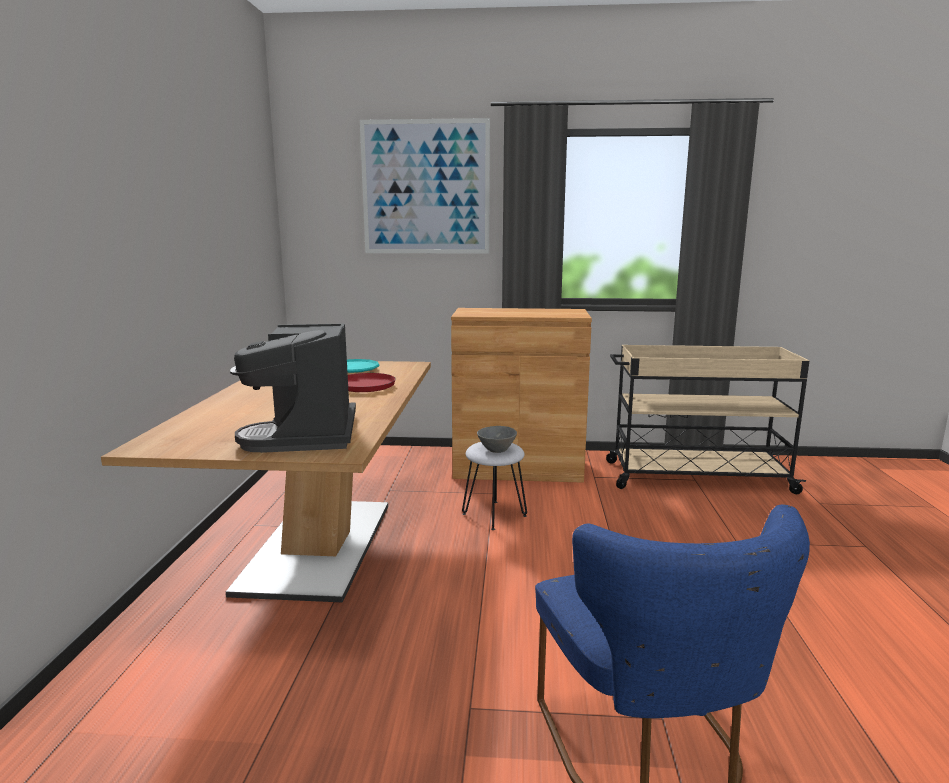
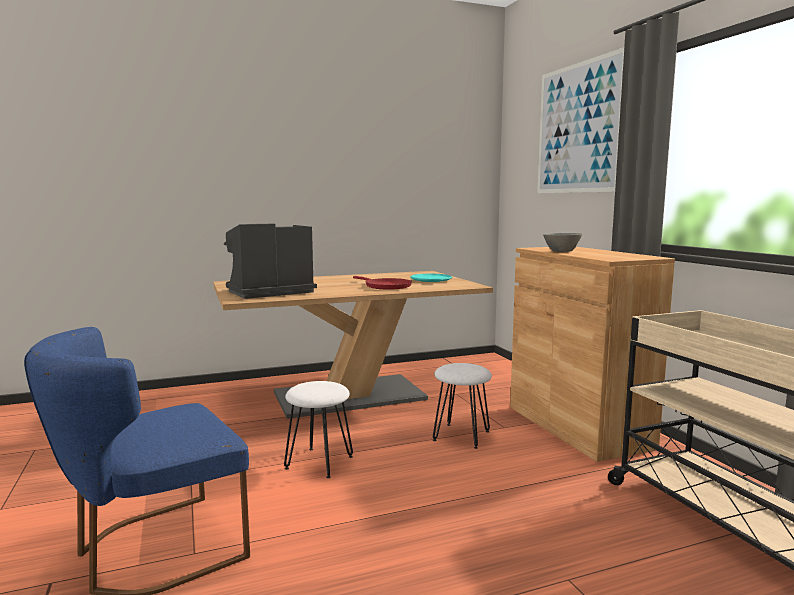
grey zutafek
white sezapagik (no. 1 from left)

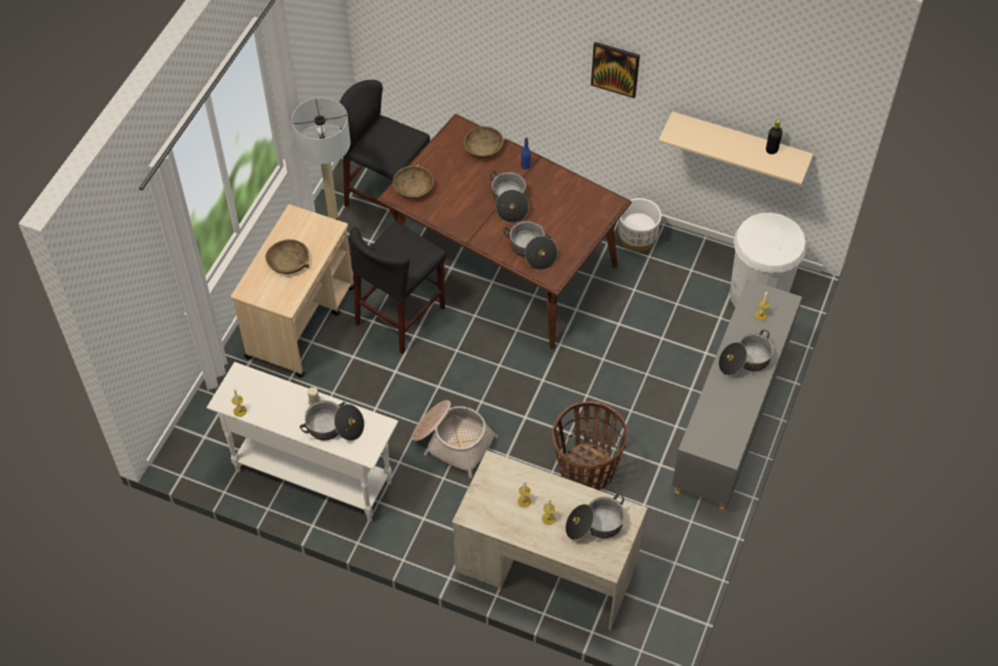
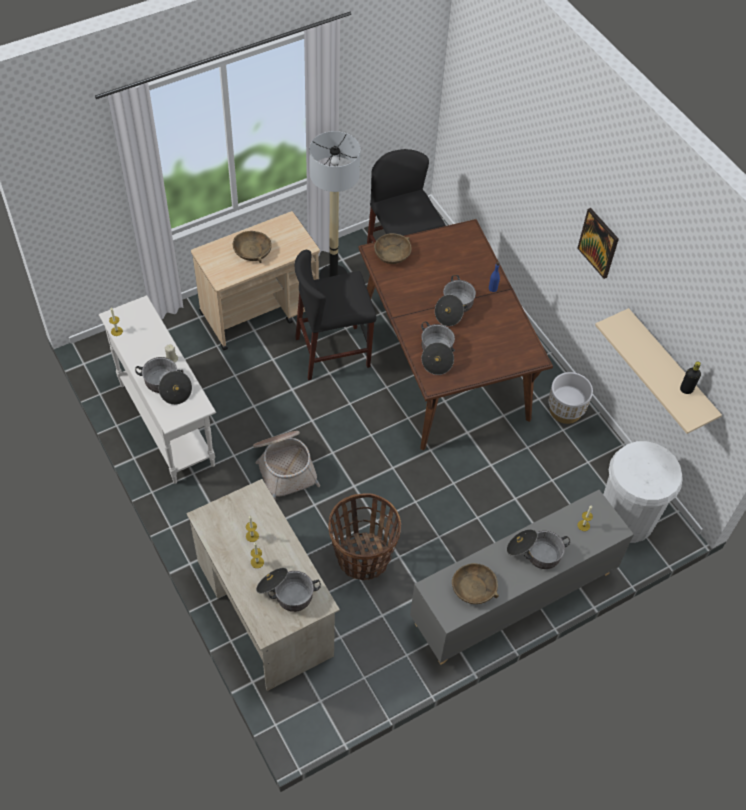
brown zutafek (no. 3 from left)

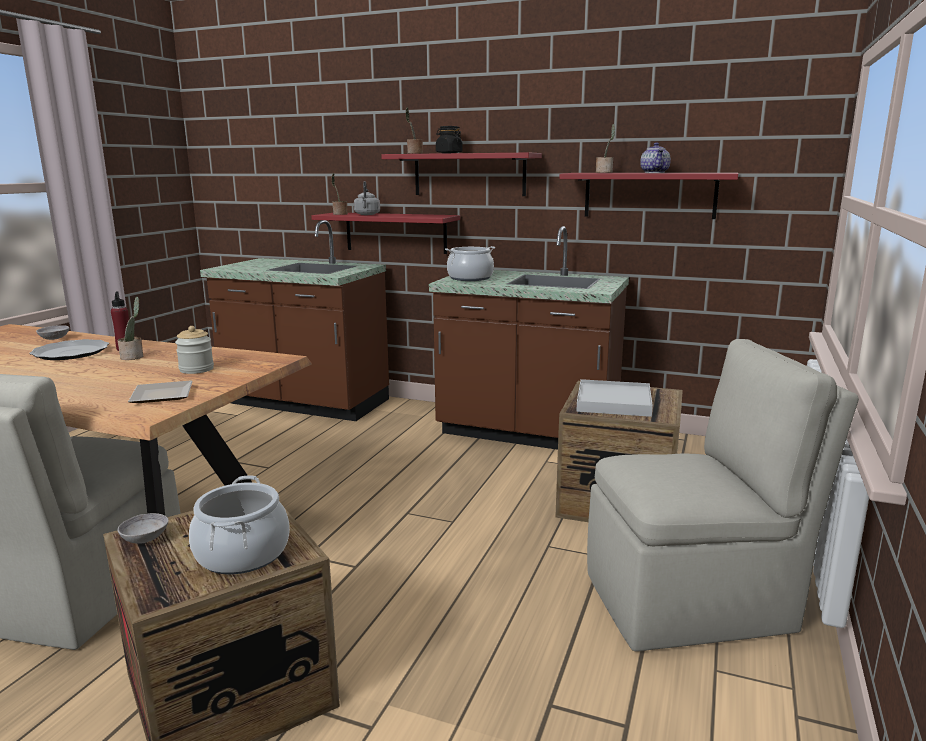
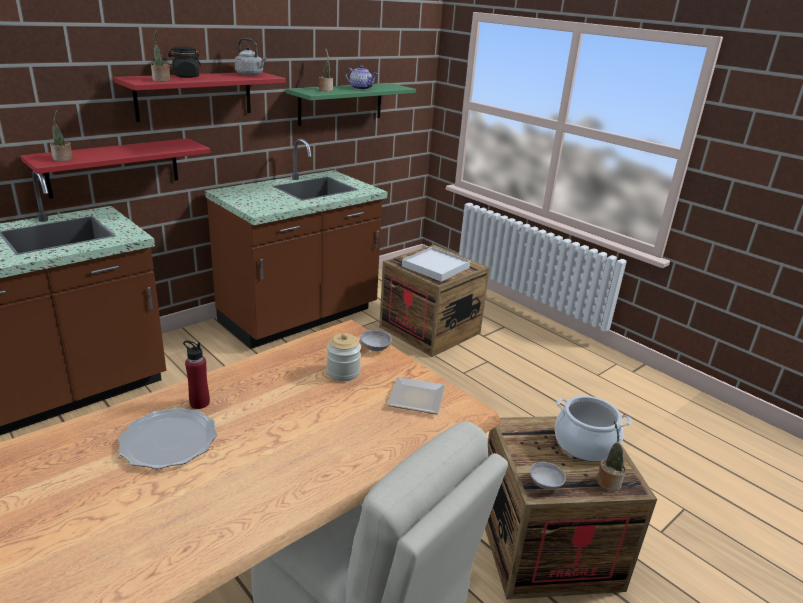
grey zutafek (no. 1 from left)
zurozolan (no. 4 from left)
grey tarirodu
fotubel (no. 2 from left in the first image)
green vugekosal
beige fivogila (no. 2 from left in the first image)

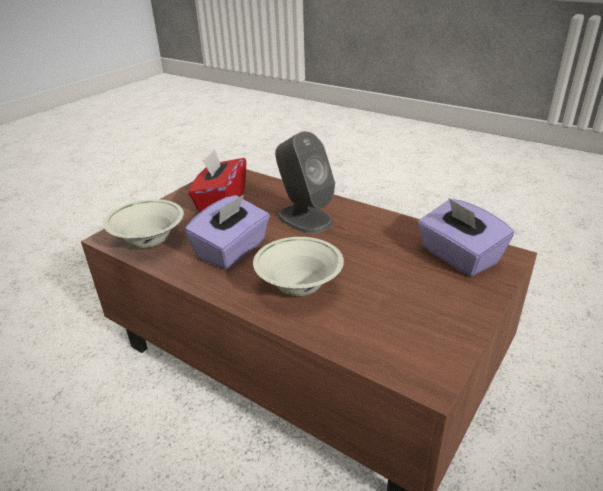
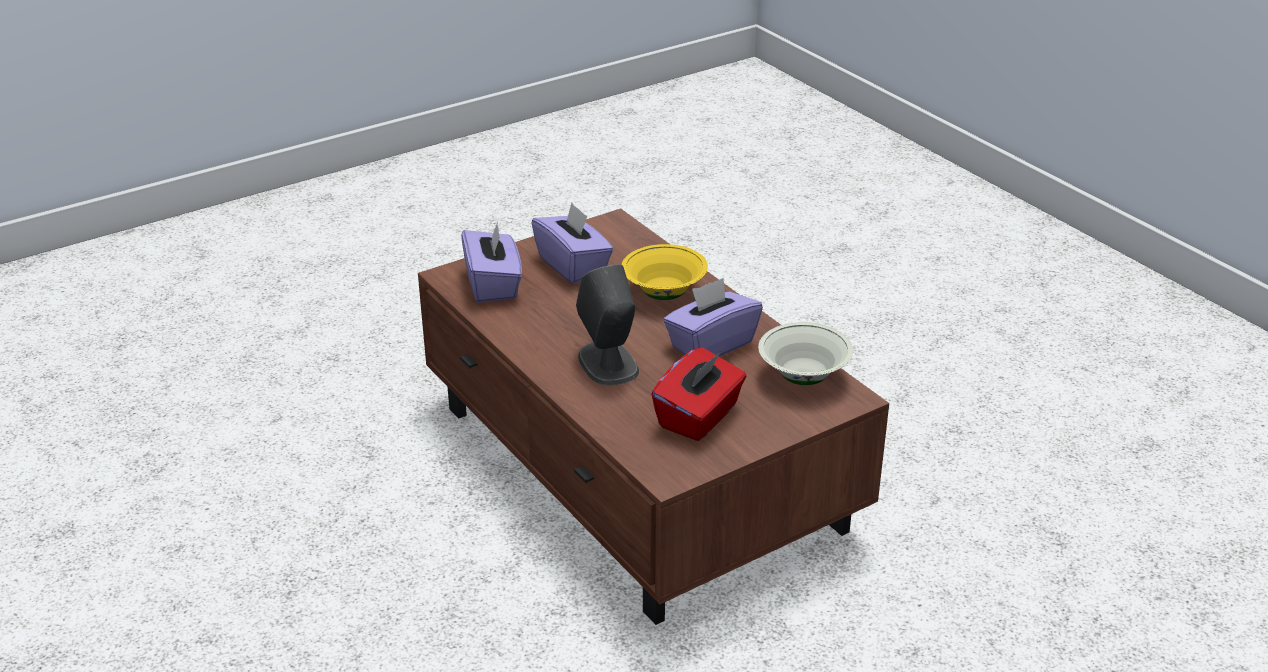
yellow zutafek
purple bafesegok (no. 2 from left)

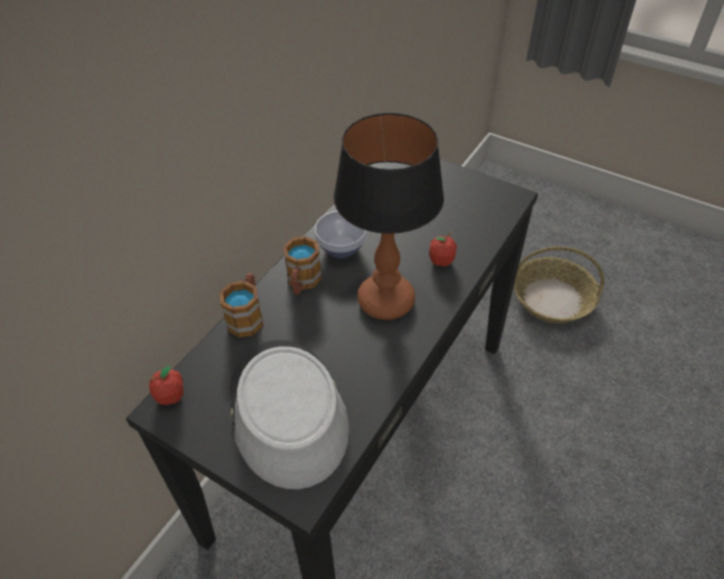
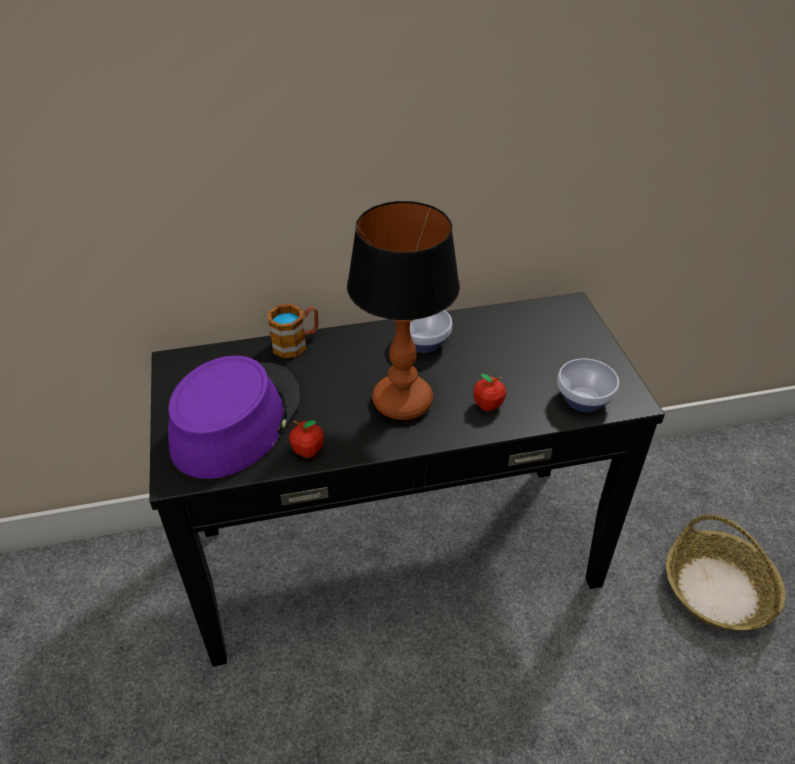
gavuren (no. 1 from left)
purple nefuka
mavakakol (no. 2 from left in the first image)
zutafek (no. 2 from left)

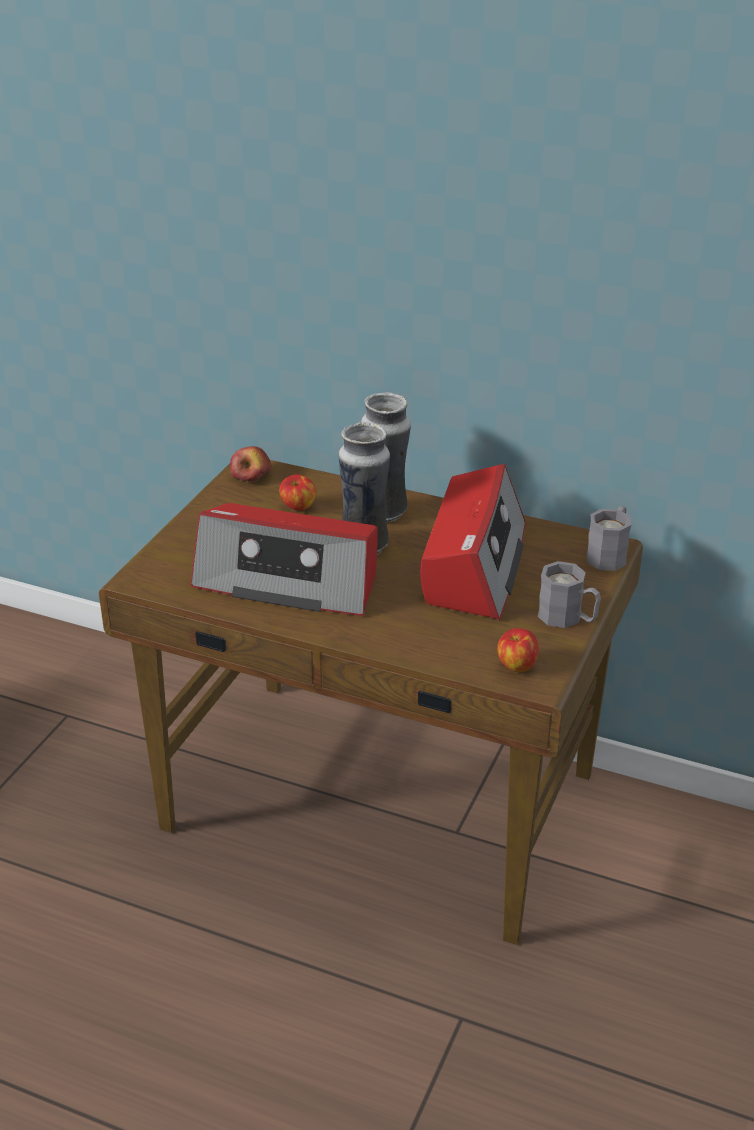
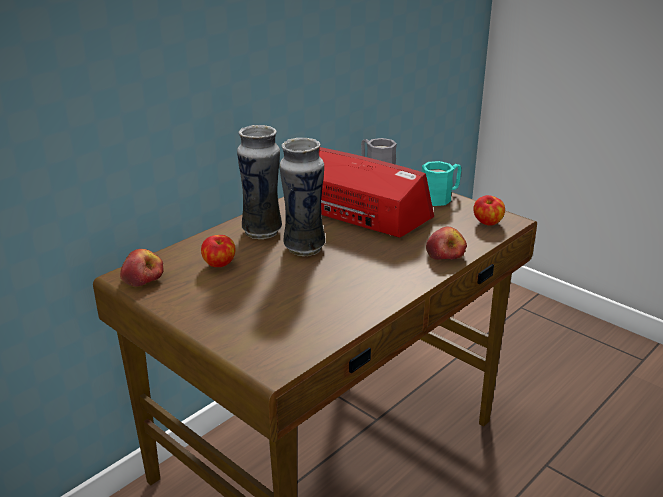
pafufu (no. 1 from left in the first image)
turquoise mavakakol
gavuren (no. 3 from left)

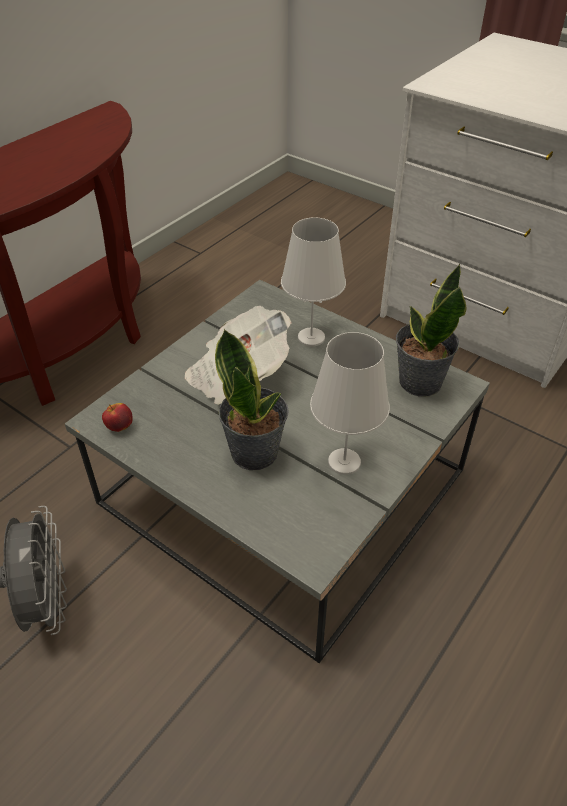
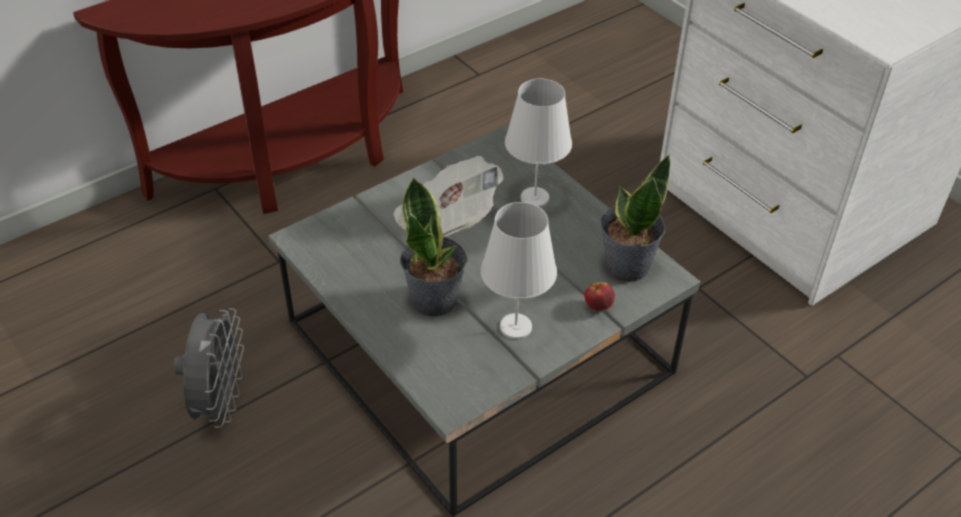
gavuren

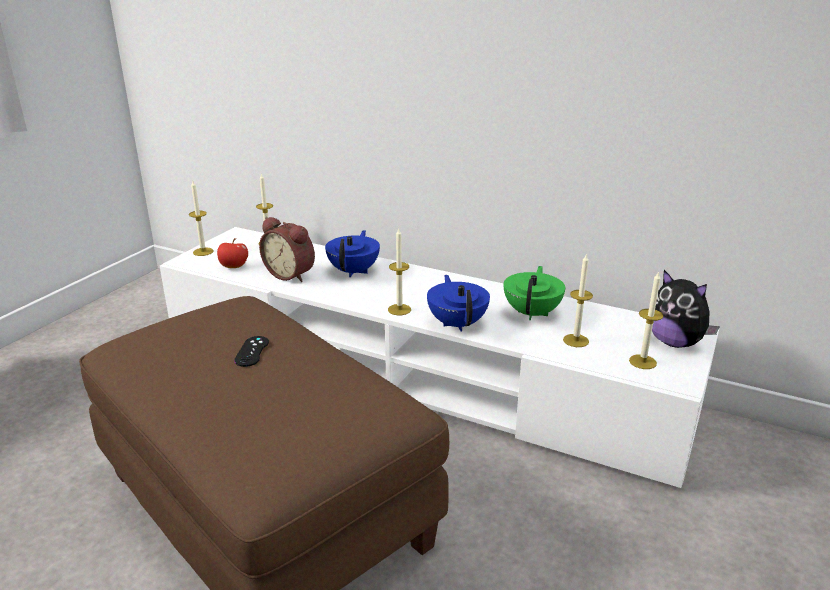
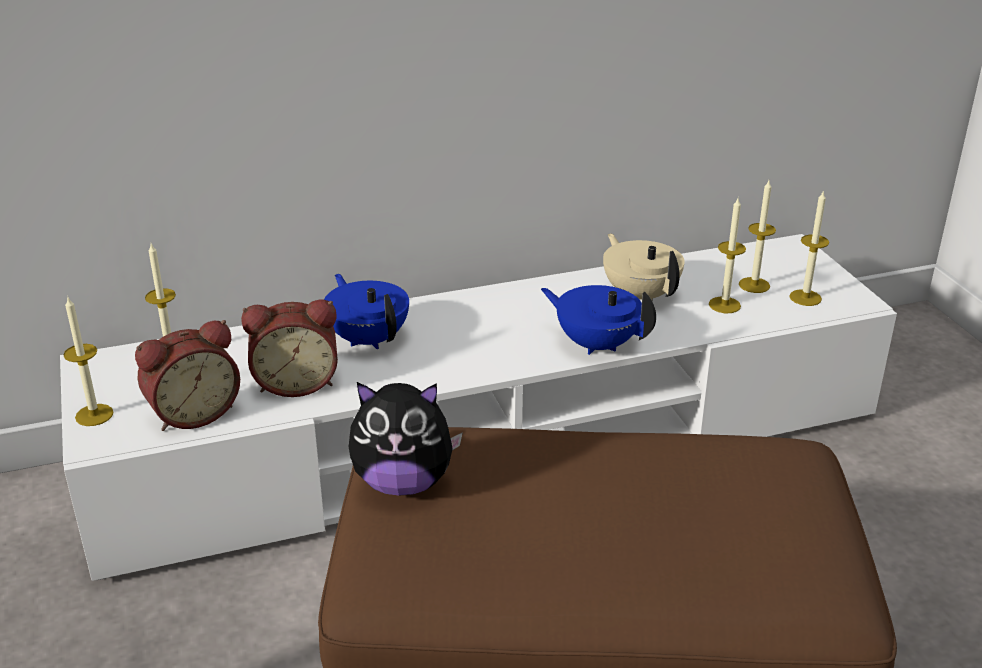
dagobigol (no. 1 from left)
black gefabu
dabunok (no. 4 from left)
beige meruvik
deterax

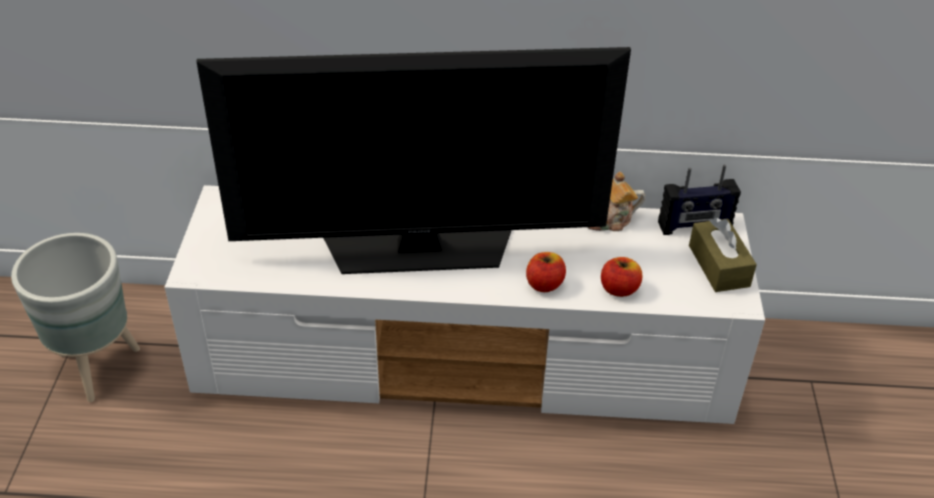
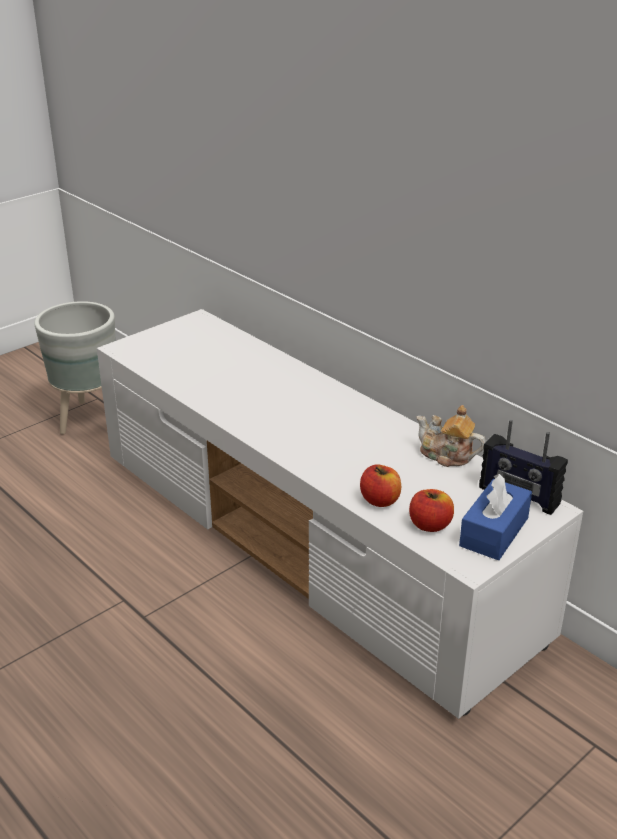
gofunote
gavuren (no. 2 from left)
blue bafesegok

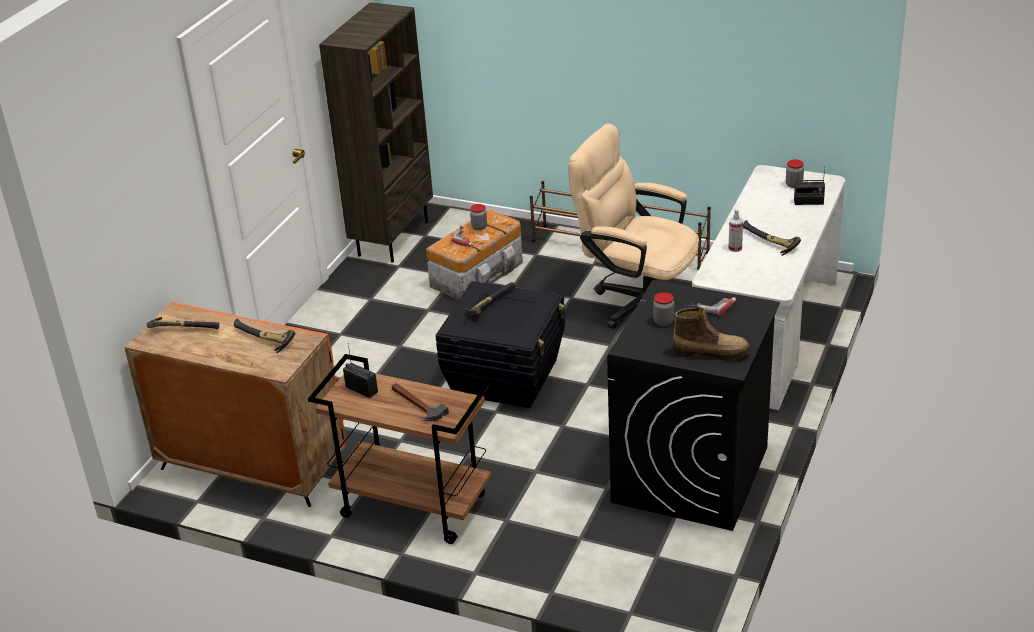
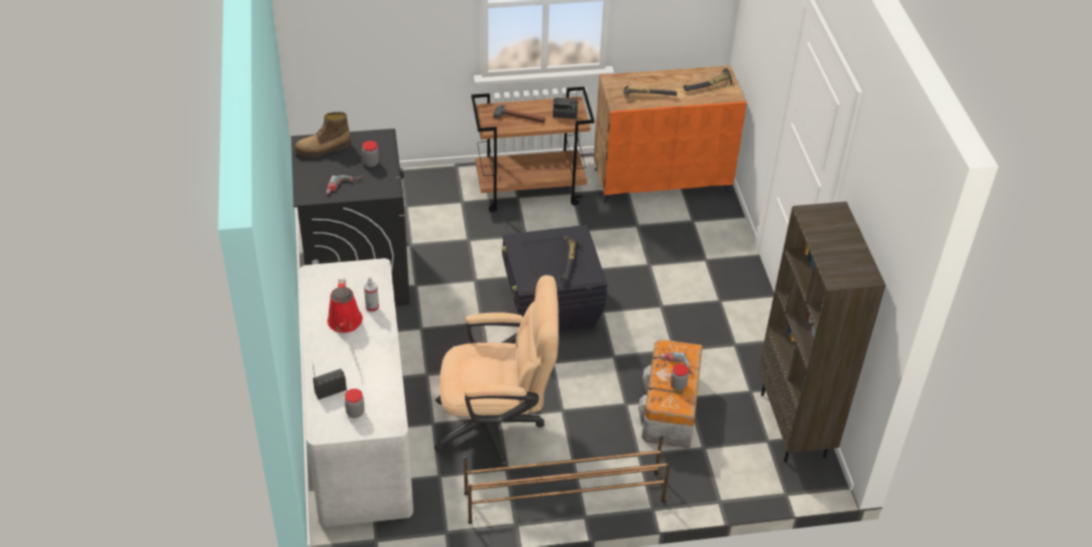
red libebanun

